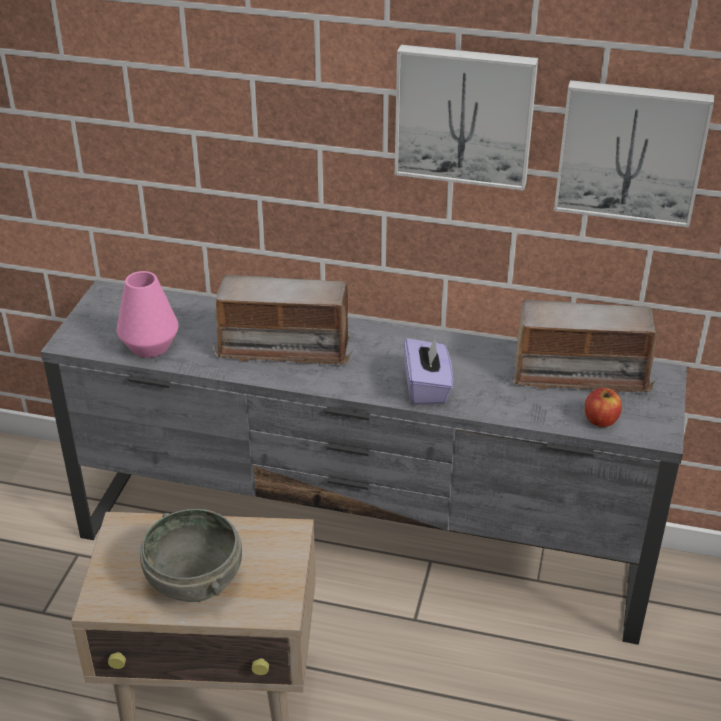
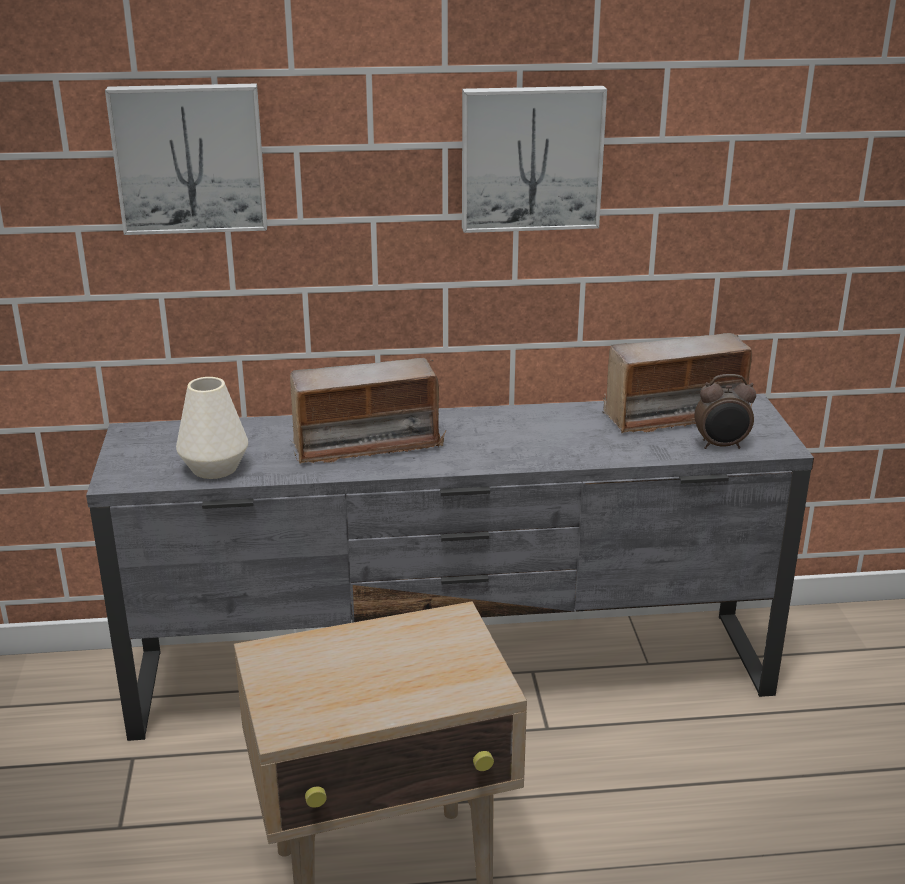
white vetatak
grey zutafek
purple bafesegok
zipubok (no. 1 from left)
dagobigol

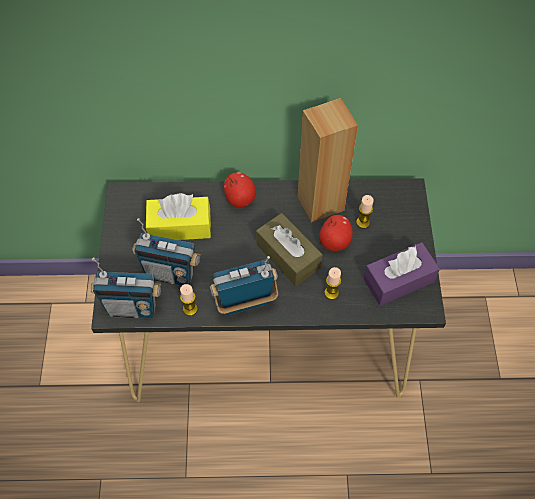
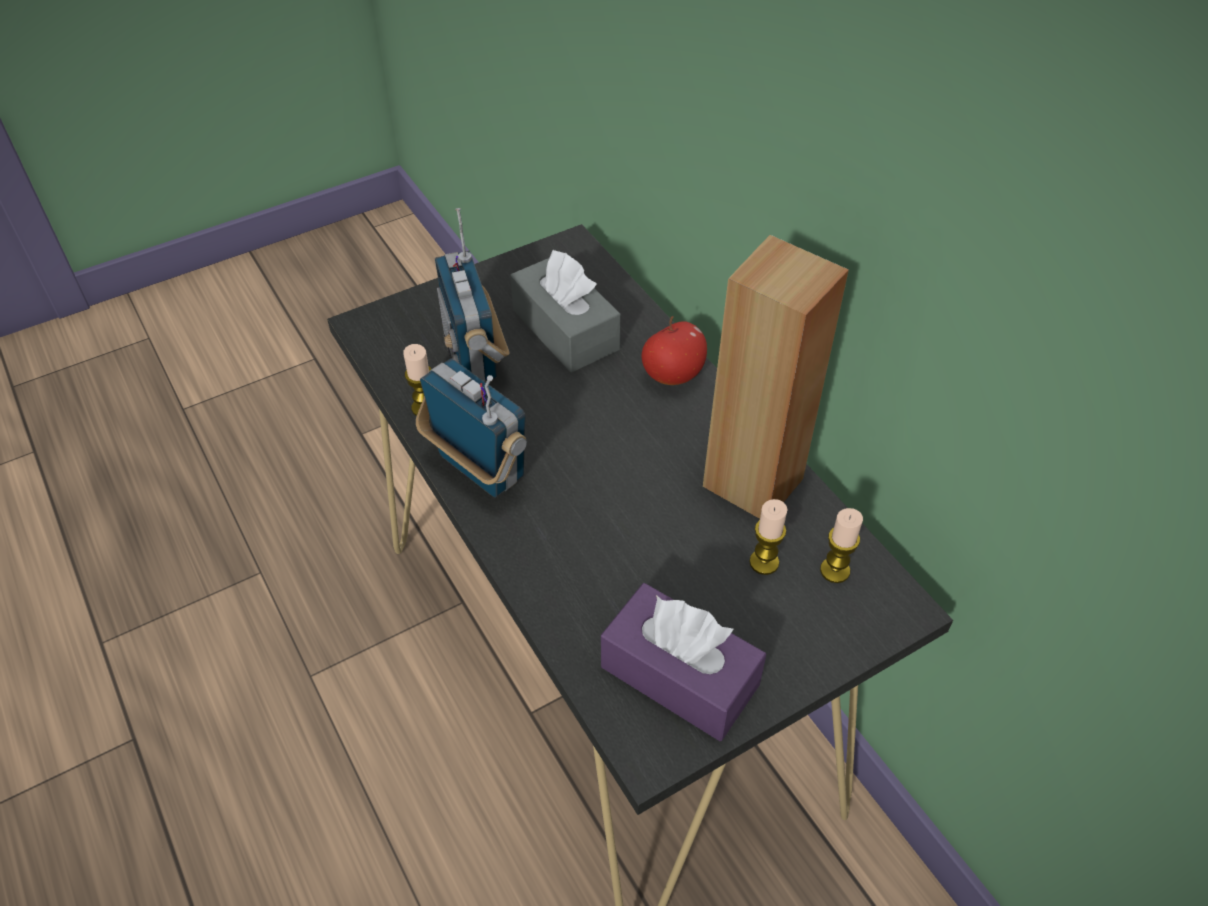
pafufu (no. 1 from left in the first image)
grey bafesegok
brown bafesegok
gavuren (no. 2 from left in the first image)
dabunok (no. 3 from left)

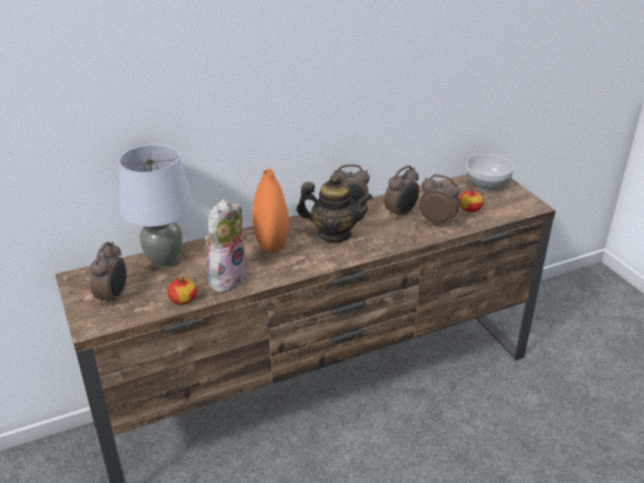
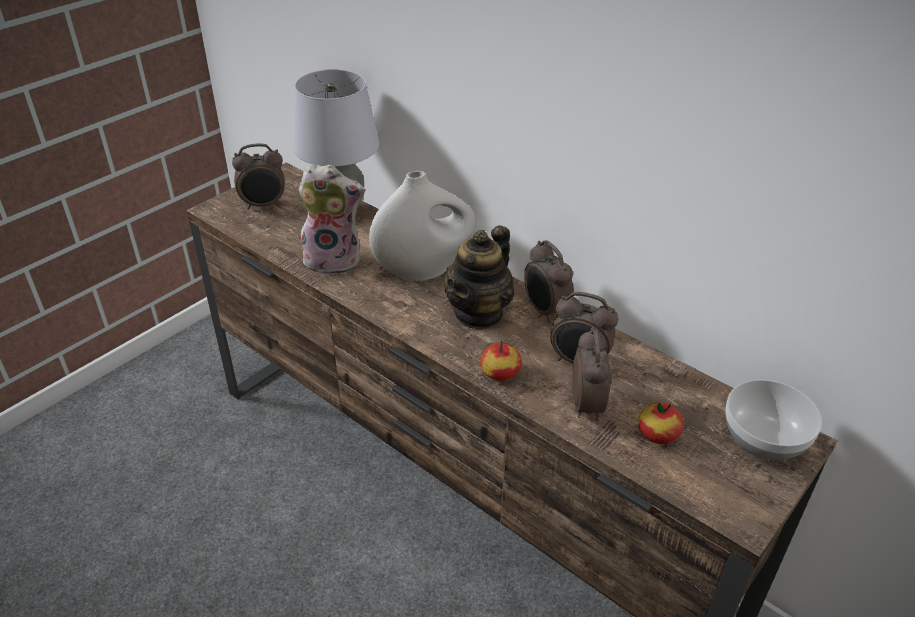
gavuren (no. 1 from left)
white vetatak
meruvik

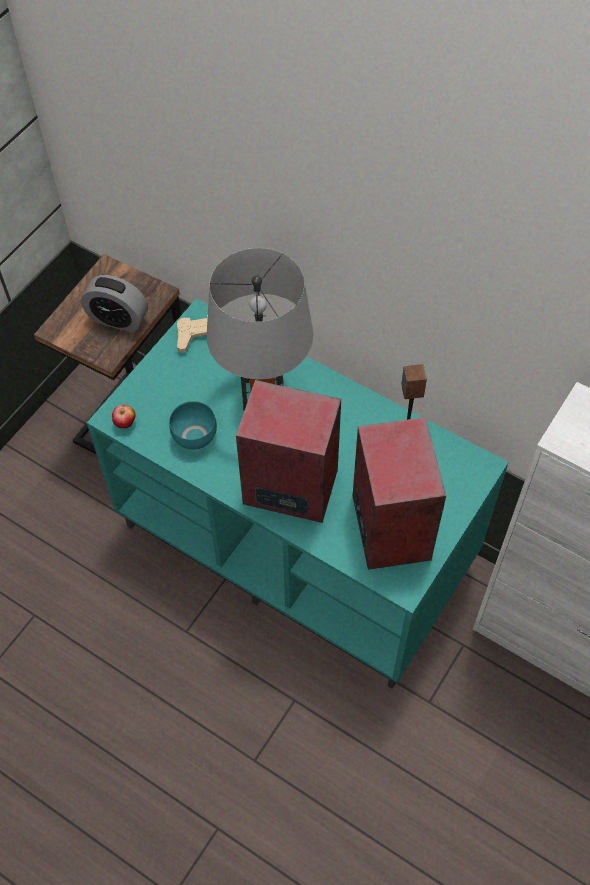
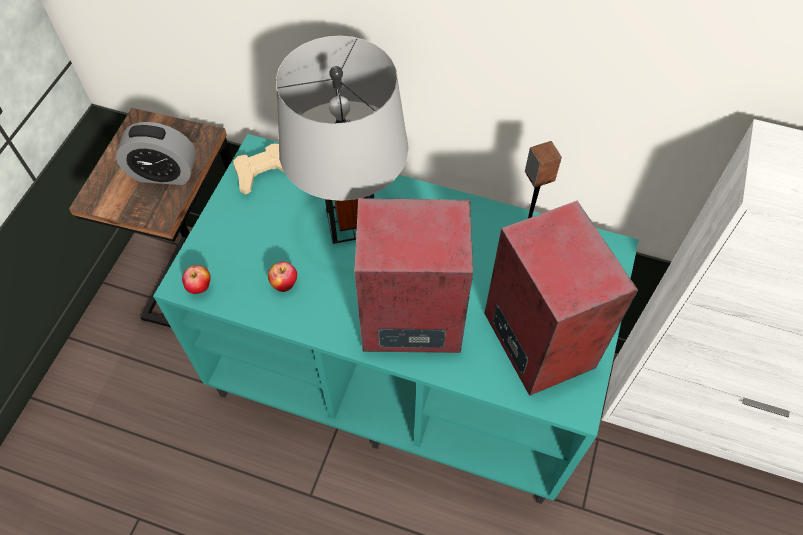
gavuren (no. 2 from left)

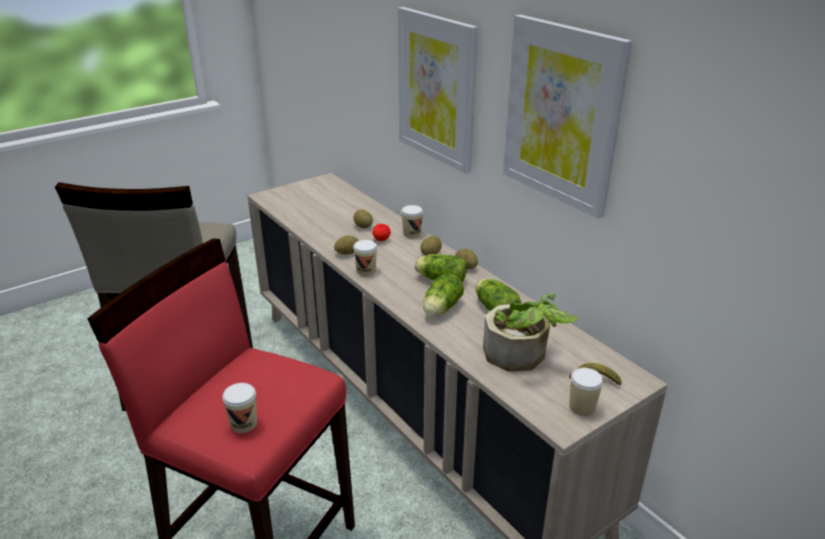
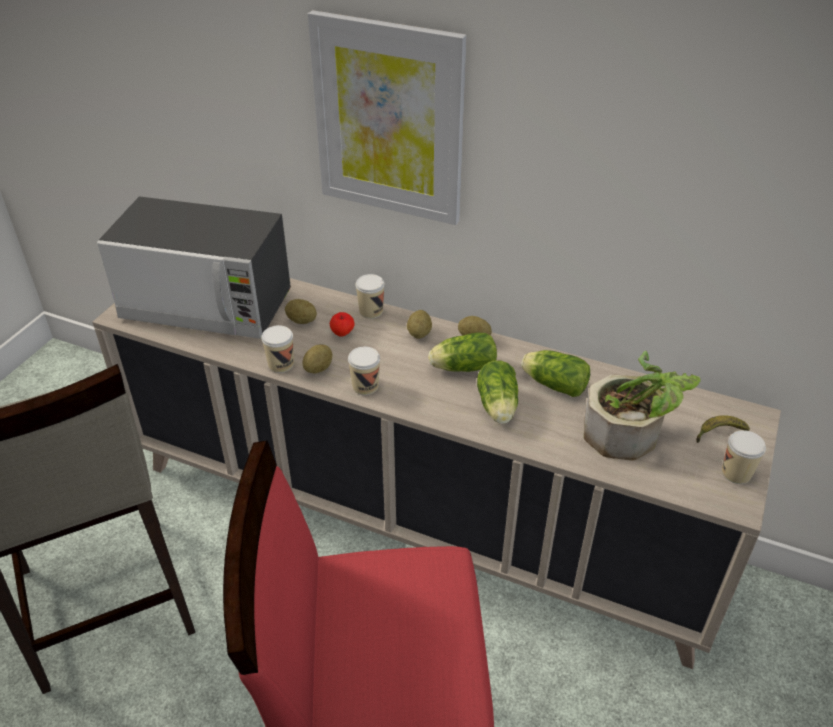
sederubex (no. 1 from left)
zipubok (no. 2 from left in the first image)
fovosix

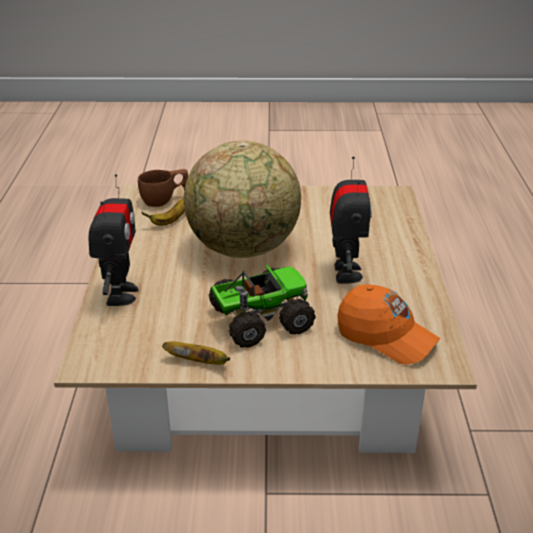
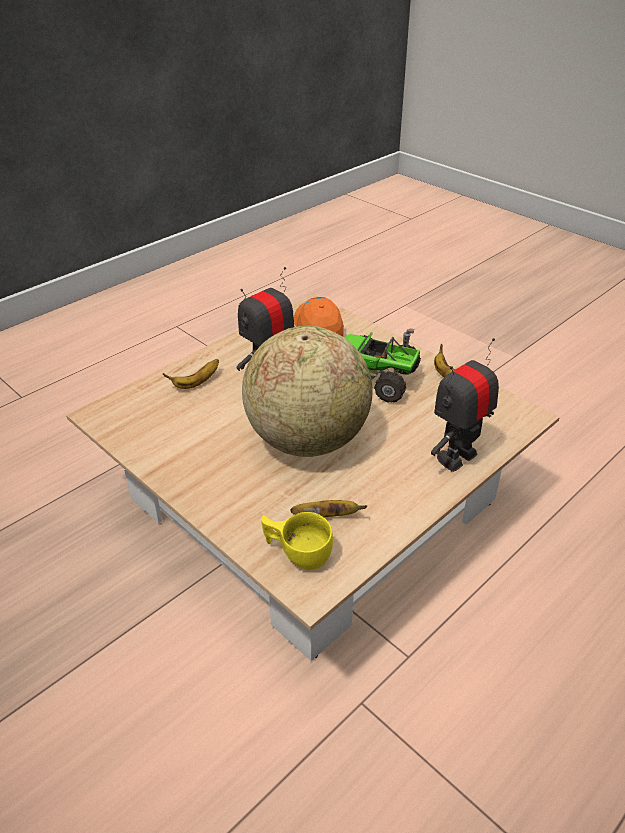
yellow sederubex
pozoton (no. 1 from left)

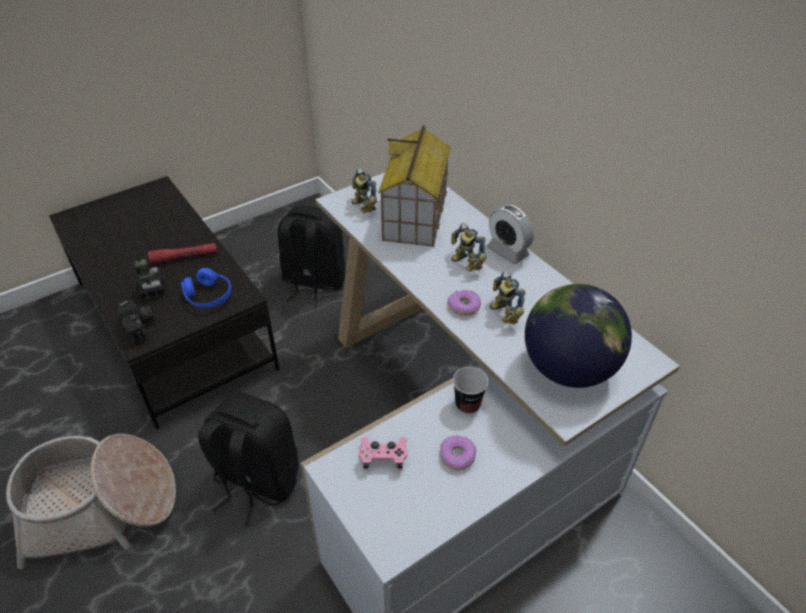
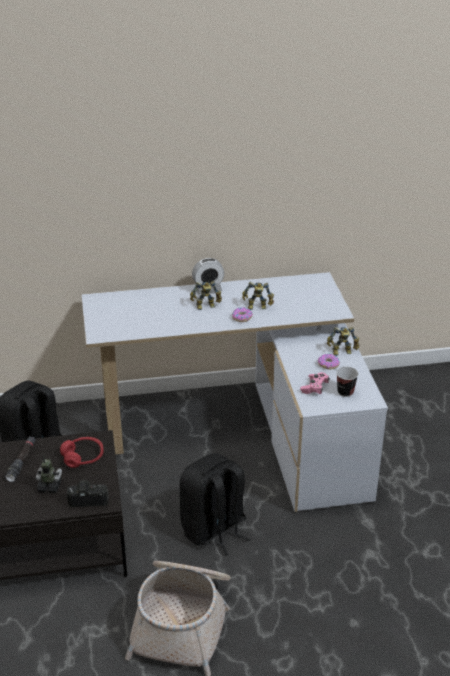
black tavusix
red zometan
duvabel (no. 4 from left)
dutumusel
sederubex
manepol

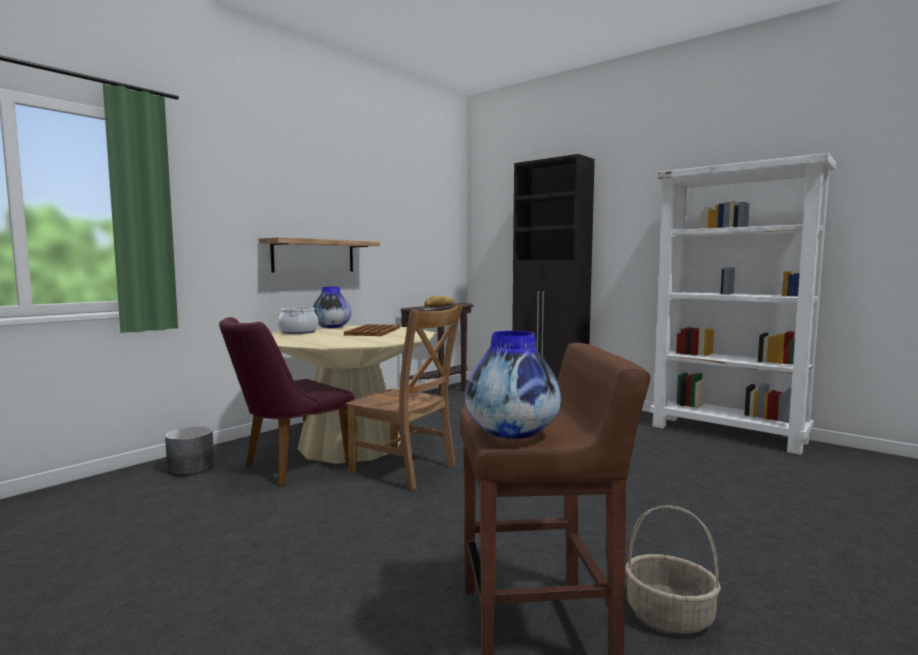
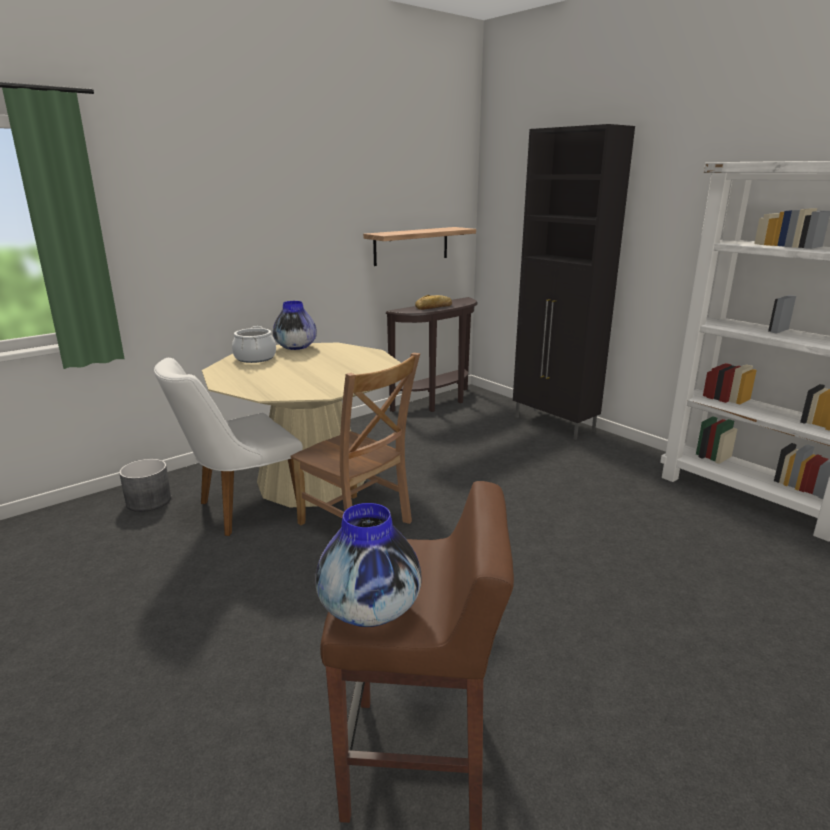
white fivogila
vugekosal
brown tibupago
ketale

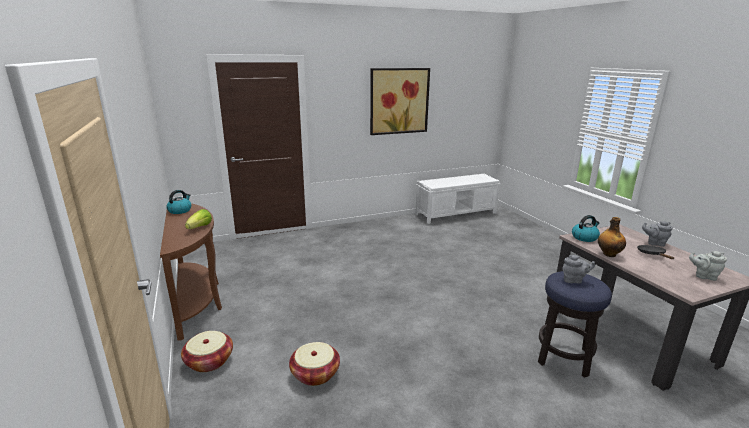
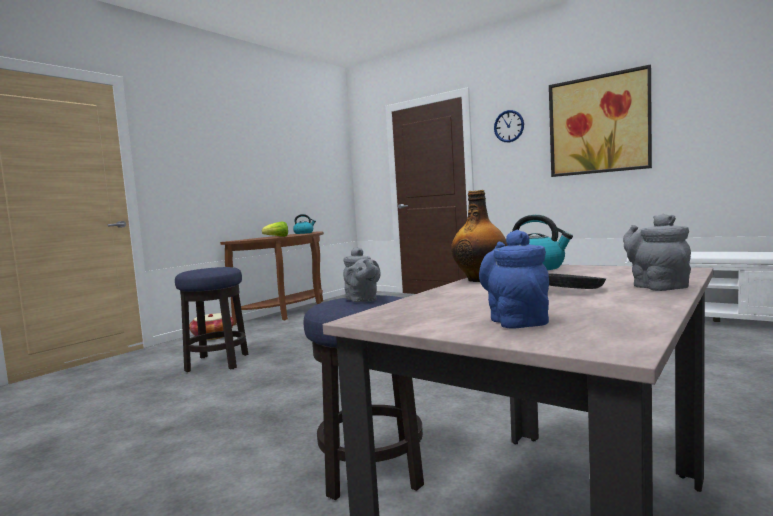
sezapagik (no. 1 from left)
blue meruvik
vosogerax

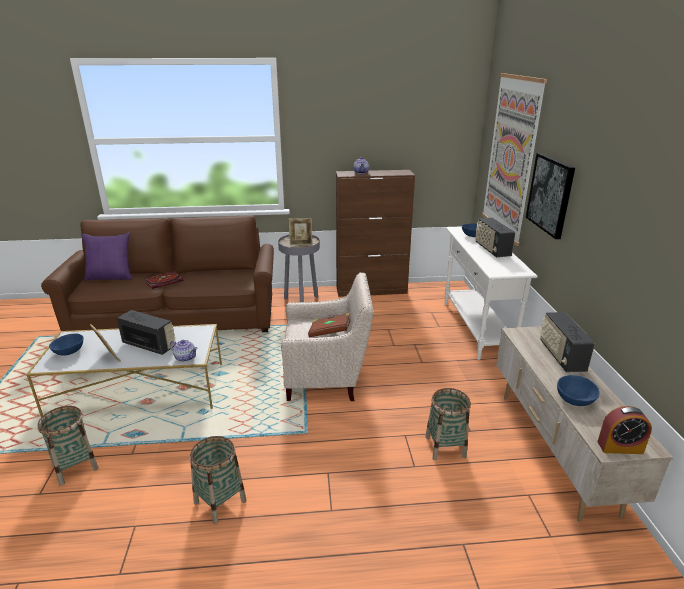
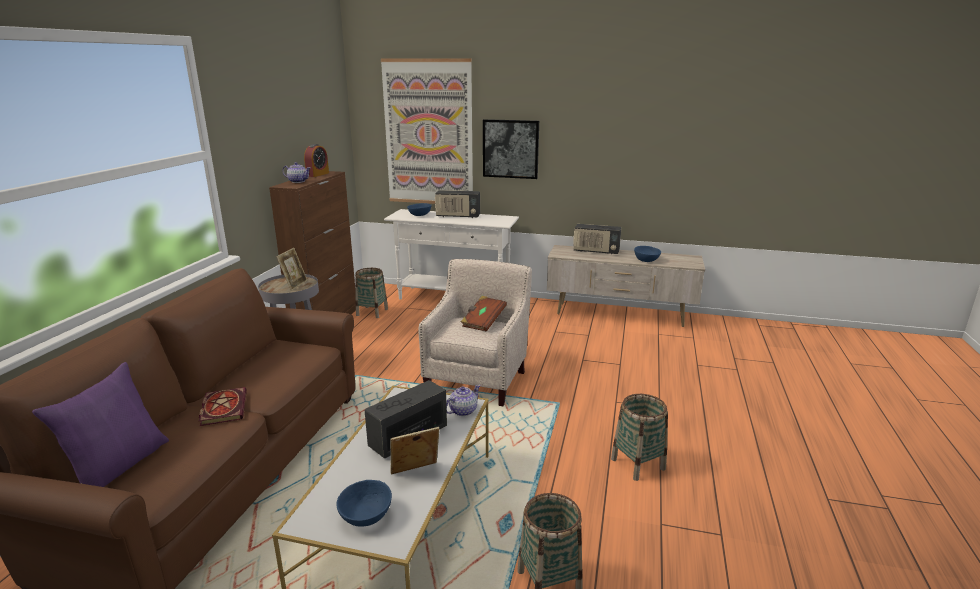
ketale (no. 1 from left)
dagobigol

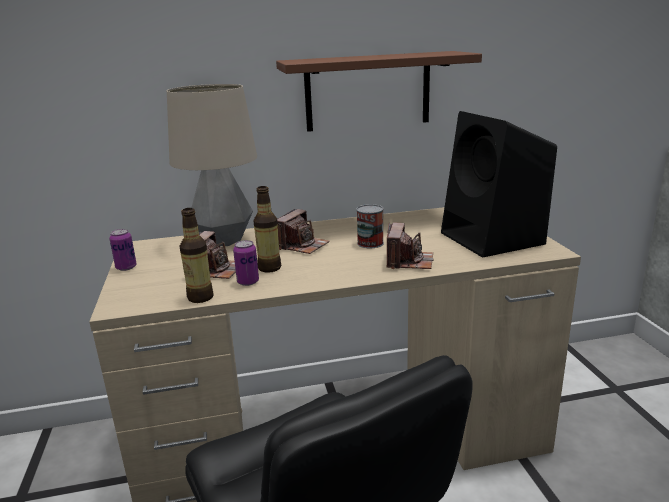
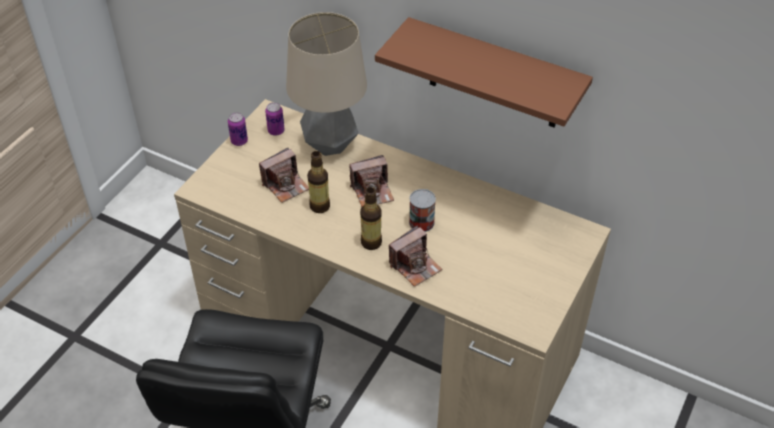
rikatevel (no. 2 from left)
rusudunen (no. 2 from left)
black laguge

